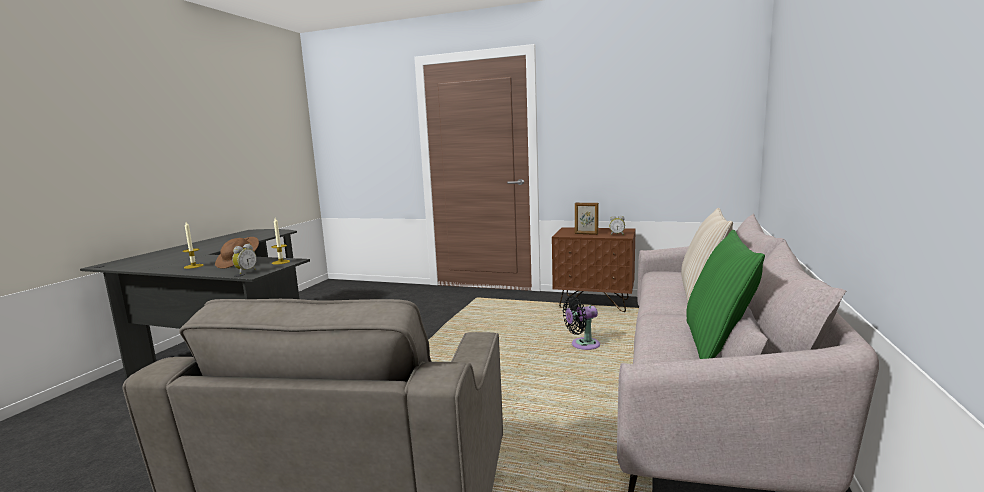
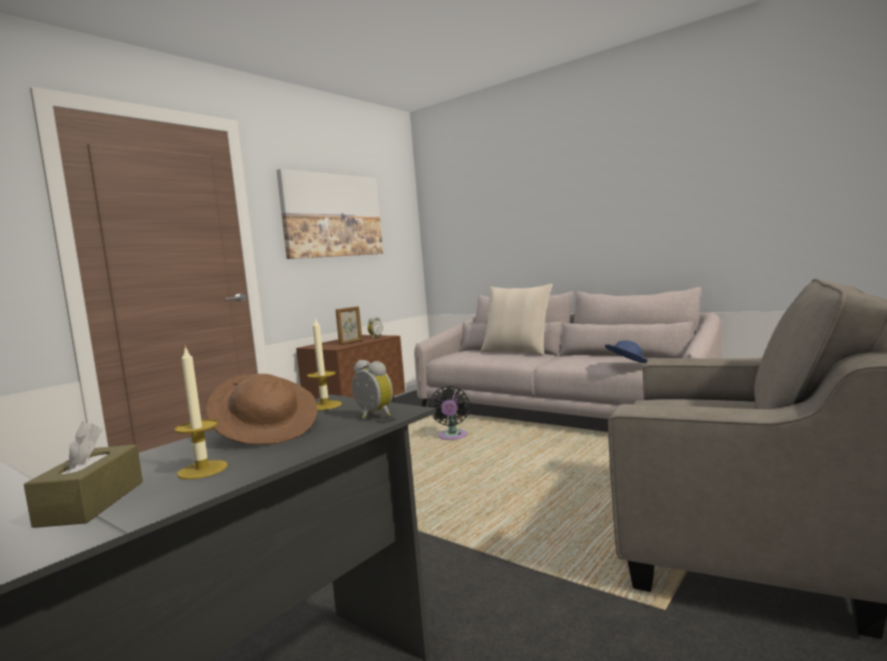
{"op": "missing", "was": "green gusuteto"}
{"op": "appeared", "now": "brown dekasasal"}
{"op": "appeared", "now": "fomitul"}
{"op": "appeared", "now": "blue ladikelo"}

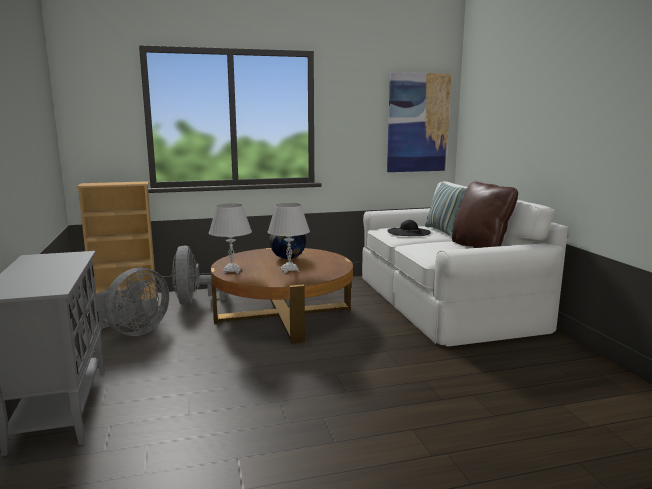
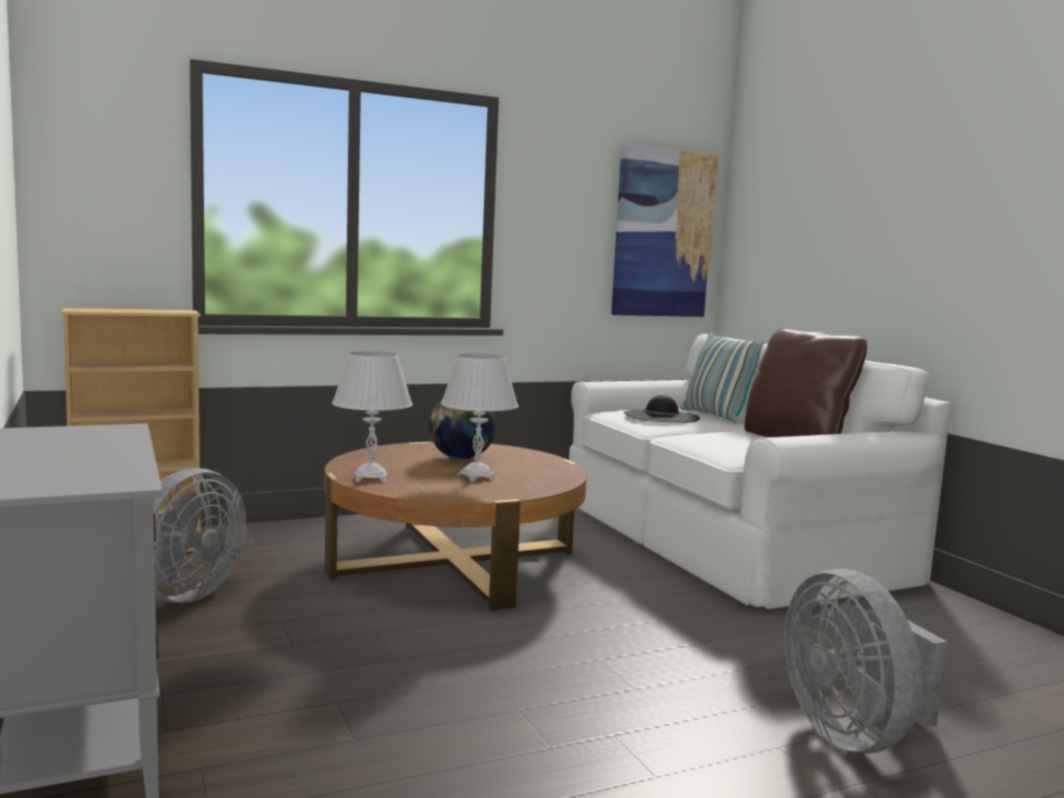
{"op": "relocated", "was": "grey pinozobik (no. 2 from left)"}

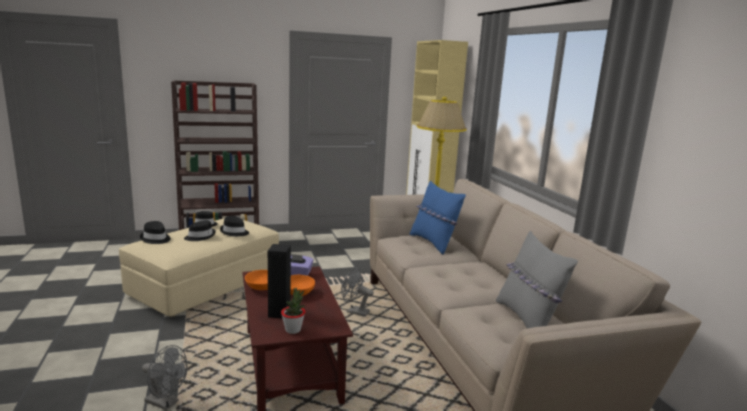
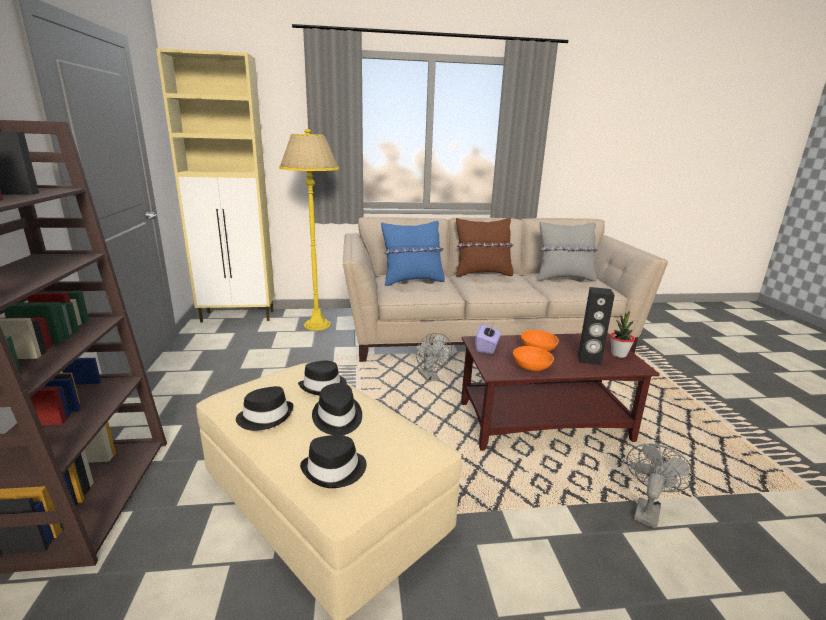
{"op": "spun", "was": "grey pinozobik (no. 2 from left in the first image)", "clockwise": -60}
{"op": "appeared", "now": "brown gusuteto"}

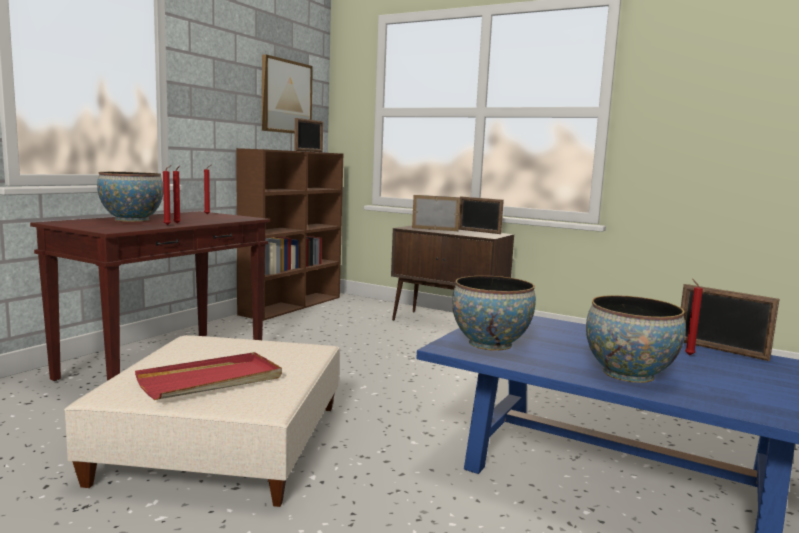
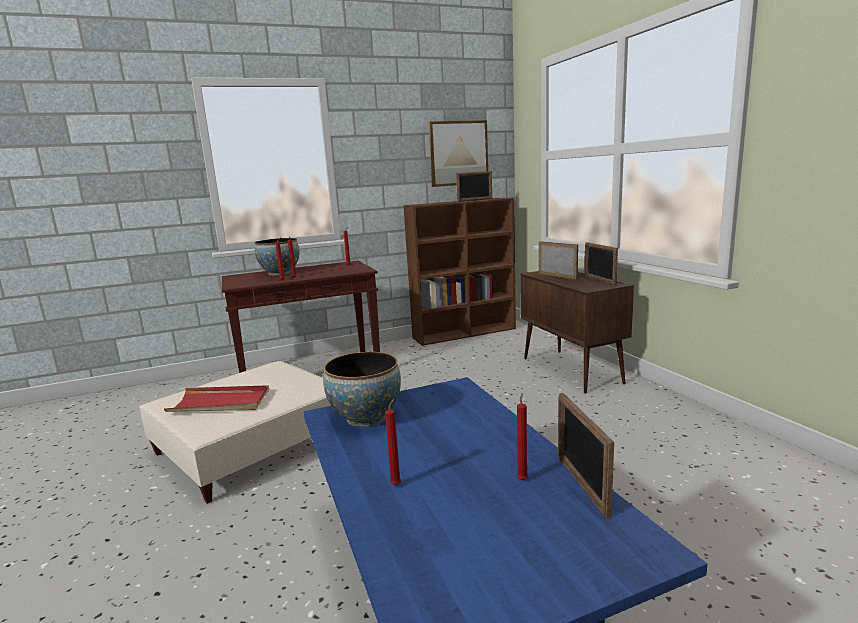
{"op": "exchanged", "was": "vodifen (no. 3 from left)", "now": "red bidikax (no. 4 from left)"}

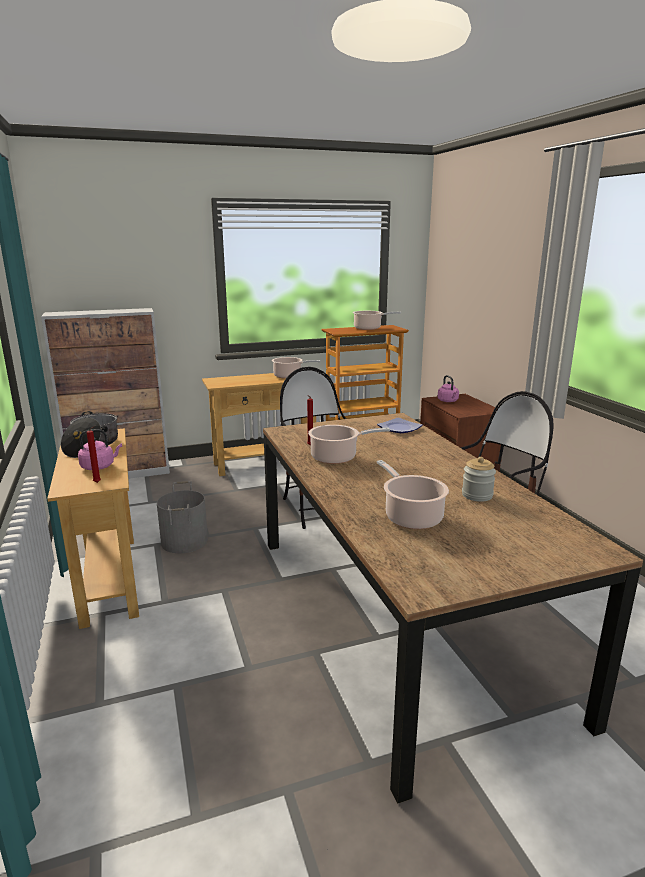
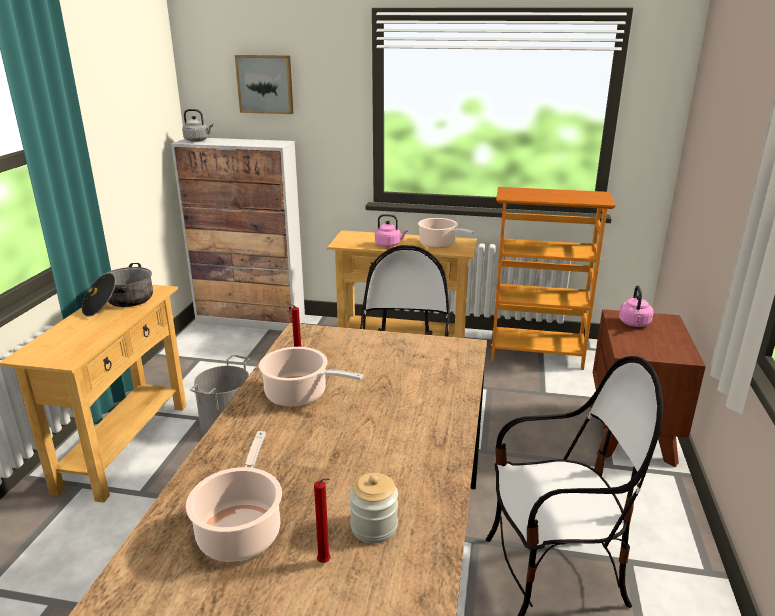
{"op": "relocated", "was": "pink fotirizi (no. 1 from left)"}
{"op": "relocated", "was": "red bidikax (no. 1 from left in the first image)", "now": "red bidikax (no. 2 from left)"}
{"op": "missing", "was": "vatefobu (no. 4 from left)"}
{"op": "missing", "was": "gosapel"}
{"op": "appeared", "now": "grey fotirizi"}
{"op": "appeared", "now": "fomitul"}

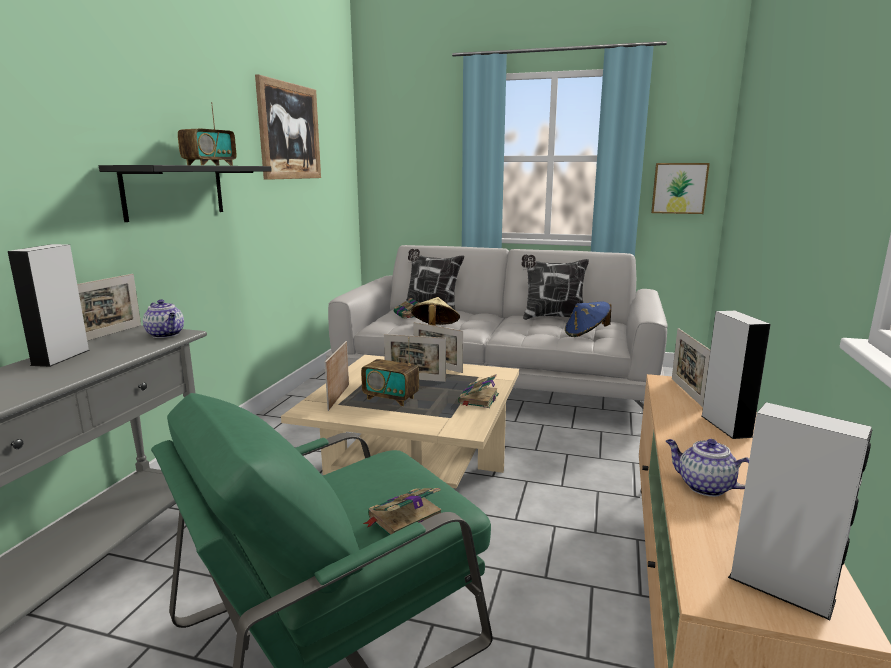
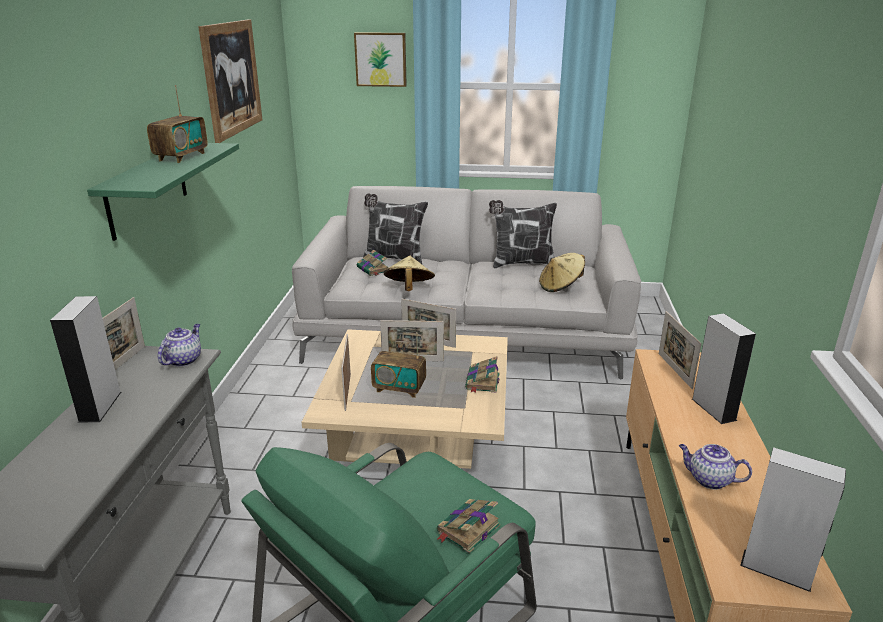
{"op": "colour", "was": "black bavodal", "now": "green bavodal"}
{"op": "spun", "was": "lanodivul (no. 1 from left)", "clockwise": -105}
{"op": "colour", "was": "blue ladikelo", "now": "beige ladikelo (no. 2 from left)"}
{"op": "relocated", "was": "fomitul (no. 2 from left)"}

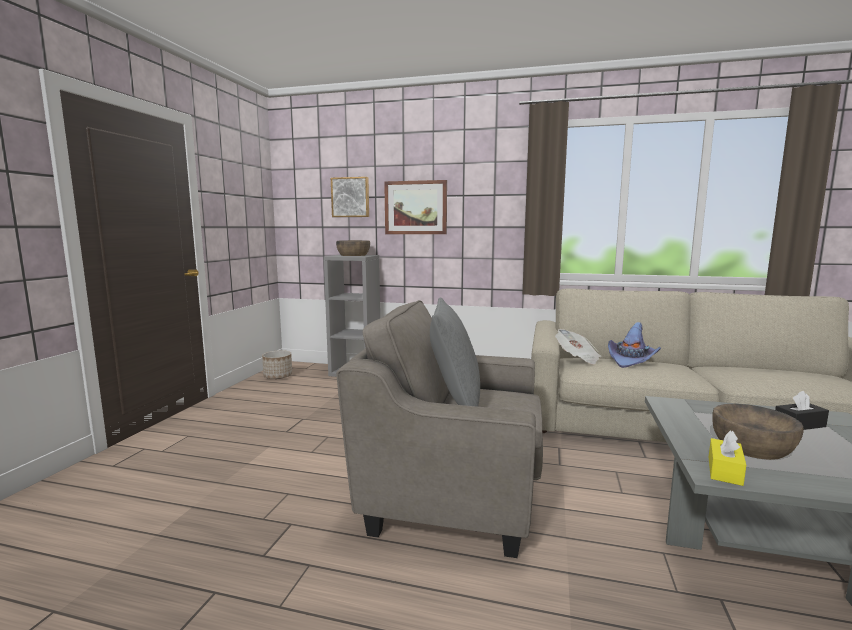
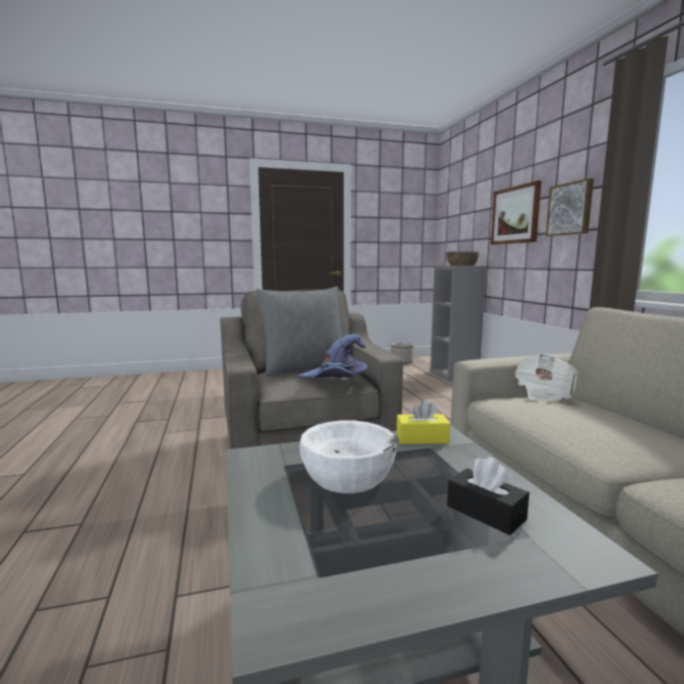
{"op": "relocated", "was": "fomitul (no. 1 from left in the first image)", "now": "fomitul (no. 2 from left)"}
{"op": "relocated", "was": "purple ladikelo"}
{"op": "relocated", "was": "yellow dekasasal"}
{"op": "colour", "was": "brown vodifen (no. 2 from left)", "now": "white vodifen"}

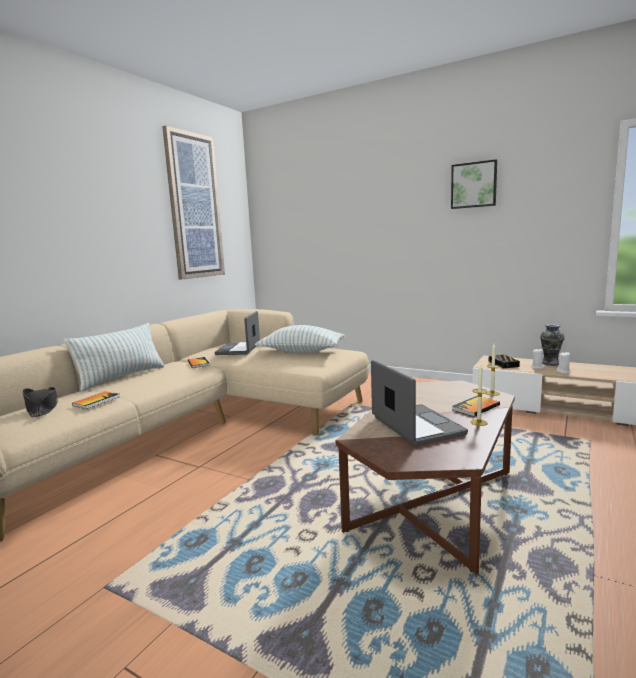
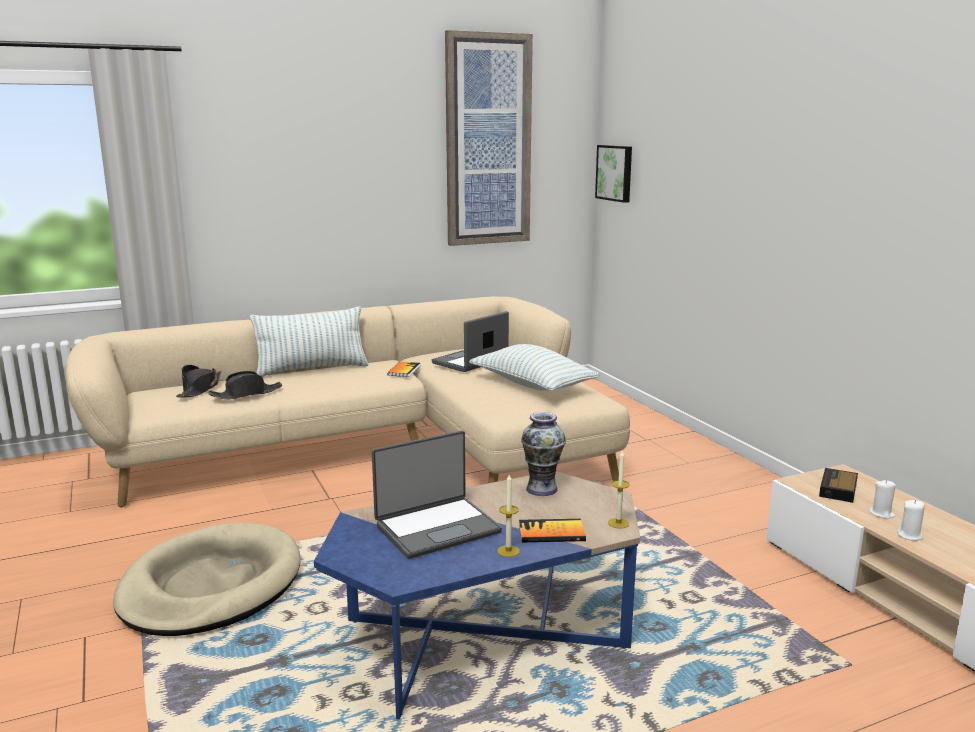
{"op": "exchanged", "was": "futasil (no. 1 from left)", "now": "black ladikelo (no. 2 from left)"}
{"op": "colour", "was": "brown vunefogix", "now": "blue vunefogix"}
{"op": "spun", "was": "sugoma (no. 2 from left in the first image)", "clockwise": 45}
{"op": "relocated", "was": "fomitul (no. 2 from left)"}
{"op": "relocated", "was": "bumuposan"}
{"op": "appeared", "now": "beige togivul"}

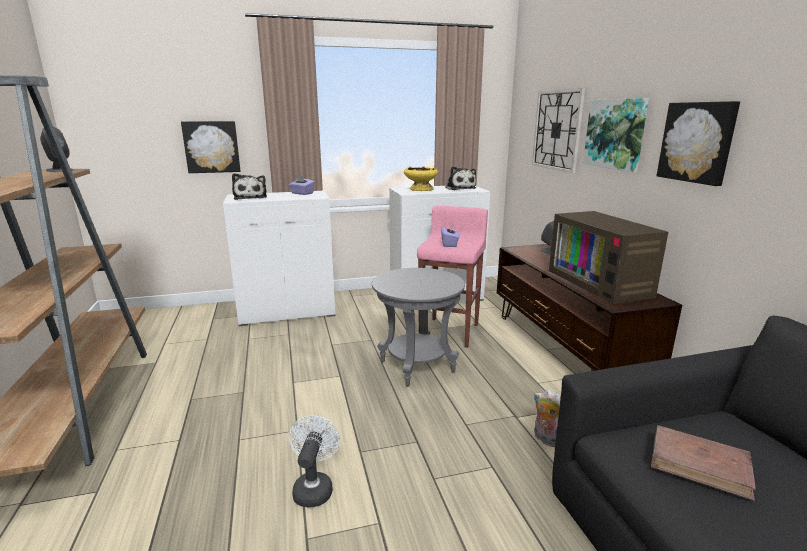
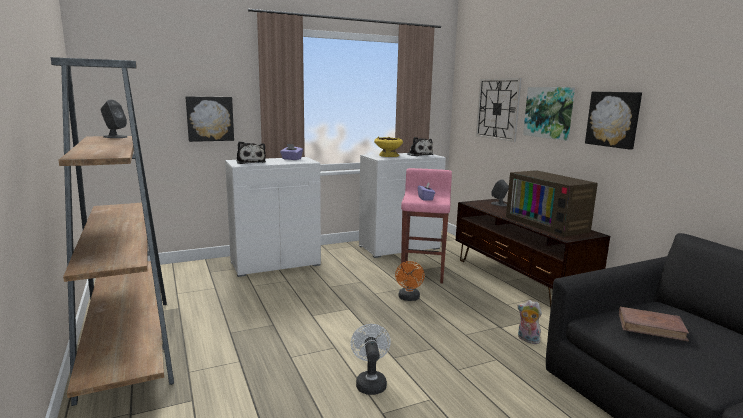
{"op": "exchanged", "was": "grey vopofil", "now": "orange pinozobik"}

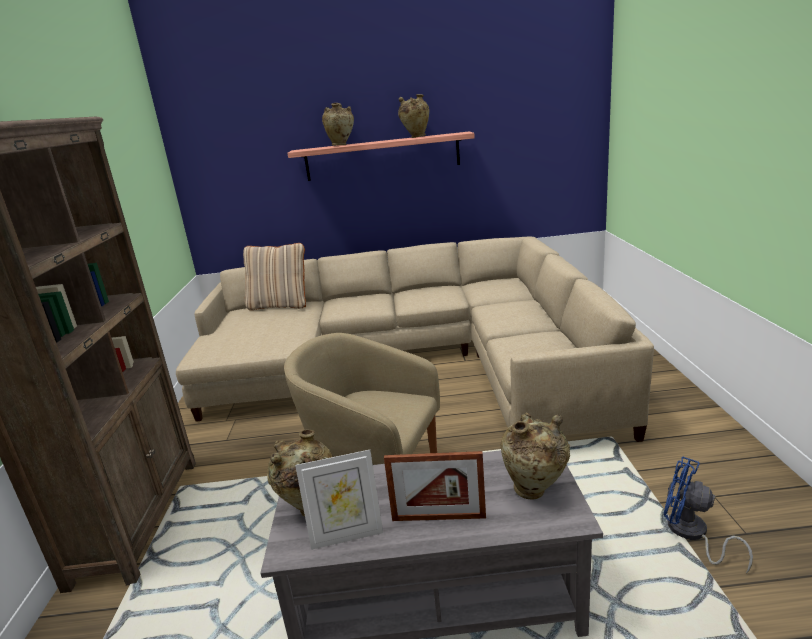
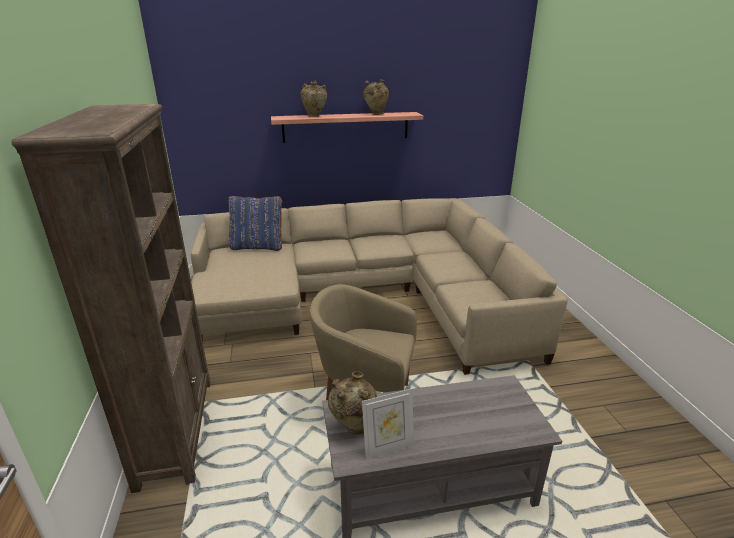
{"op": "colour", "was": "beige gusuteto", "now": "blue gusuteto"}
{"op": "missing", "was": "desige (no. 2 from left)"}
{"op": "missing", "was": "beige bumuposan (no. 4 from left)"}
{"op": "missing", "was": "blue pinozobik"}

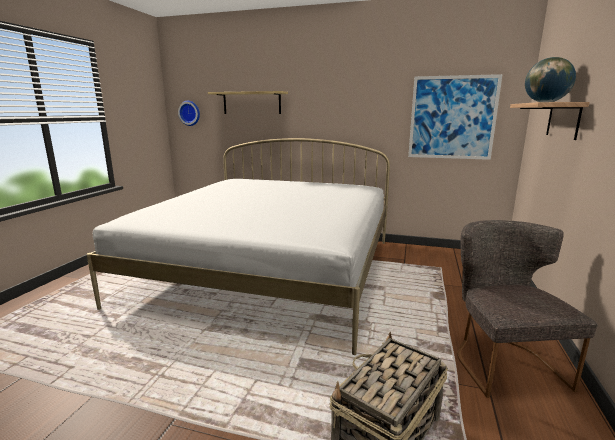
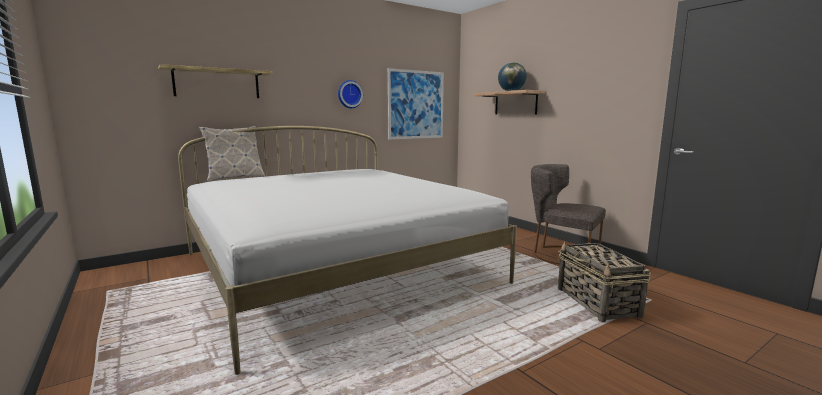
{"op": "relocated", "was": "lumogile"}
{"op": "appeared", "now": "gusuteto"}

